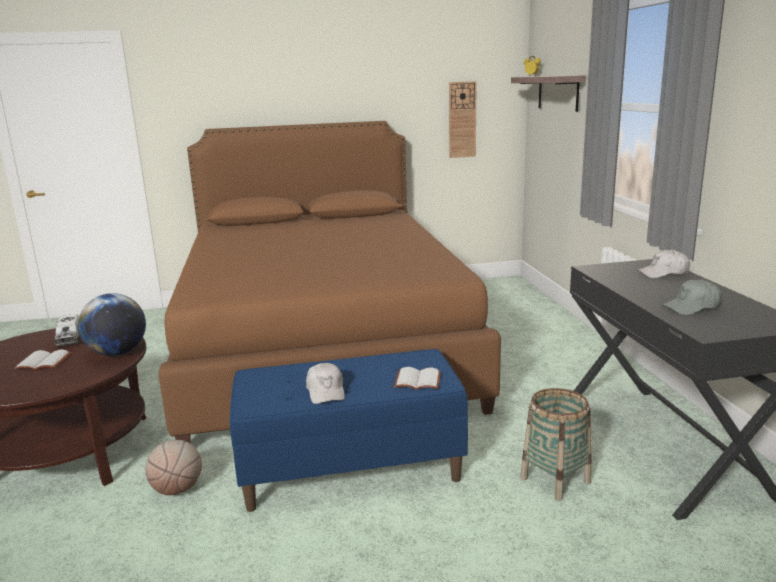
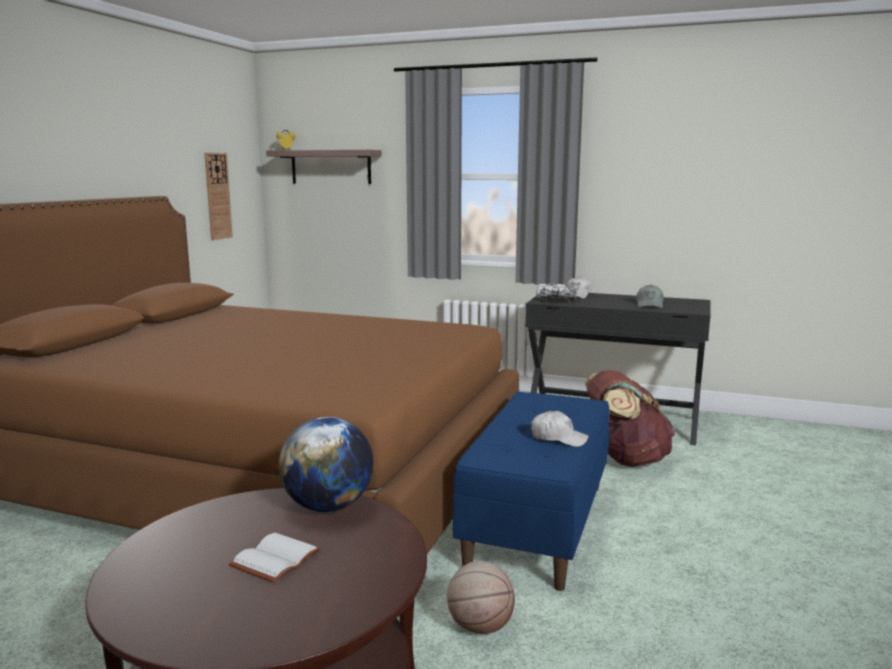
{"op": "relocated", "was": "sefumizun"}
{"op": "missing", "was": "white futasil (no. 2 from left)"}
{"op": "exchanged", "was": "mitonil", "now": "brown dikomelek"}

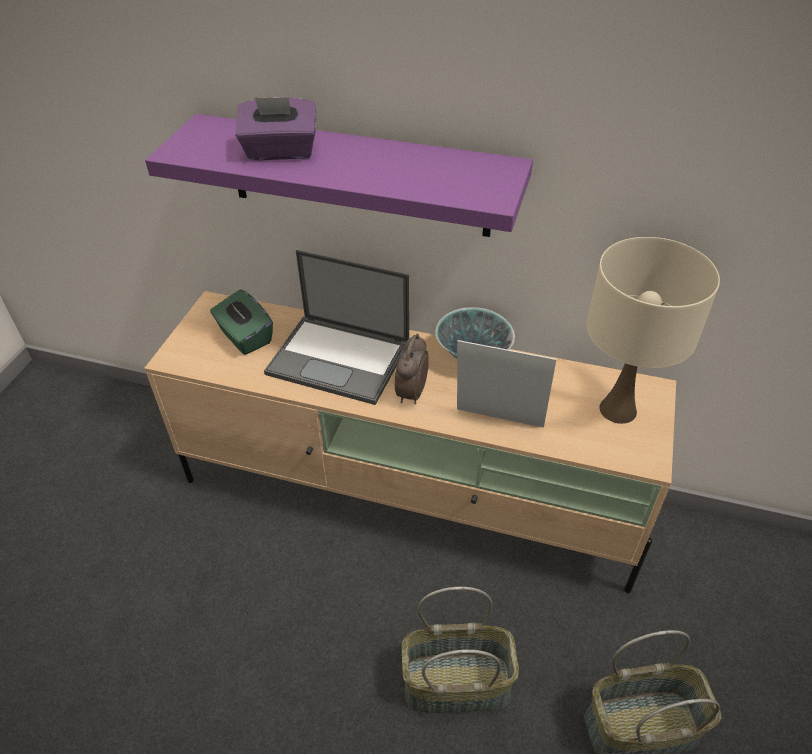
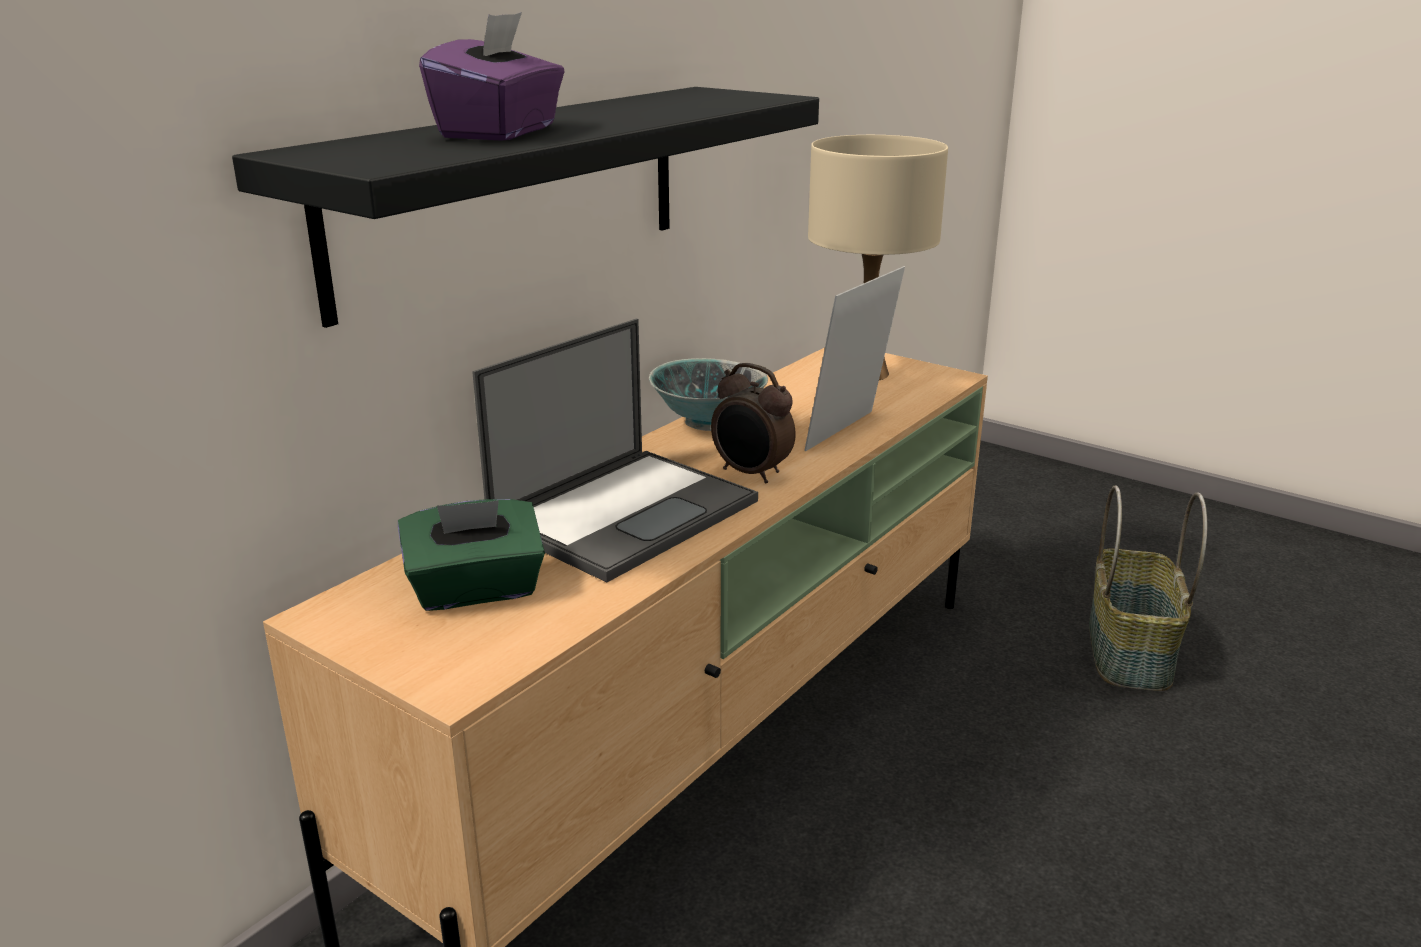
{"op": "colour", "was": "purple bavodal", "now": "black bavodal"}
{"op": "missing", "was": "mitonil (no. 1 from left)"}

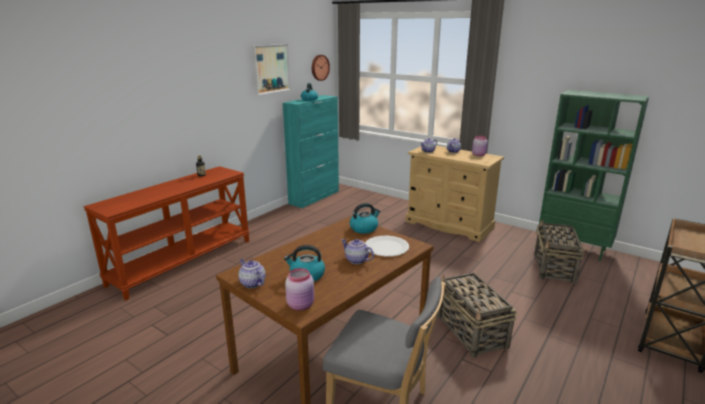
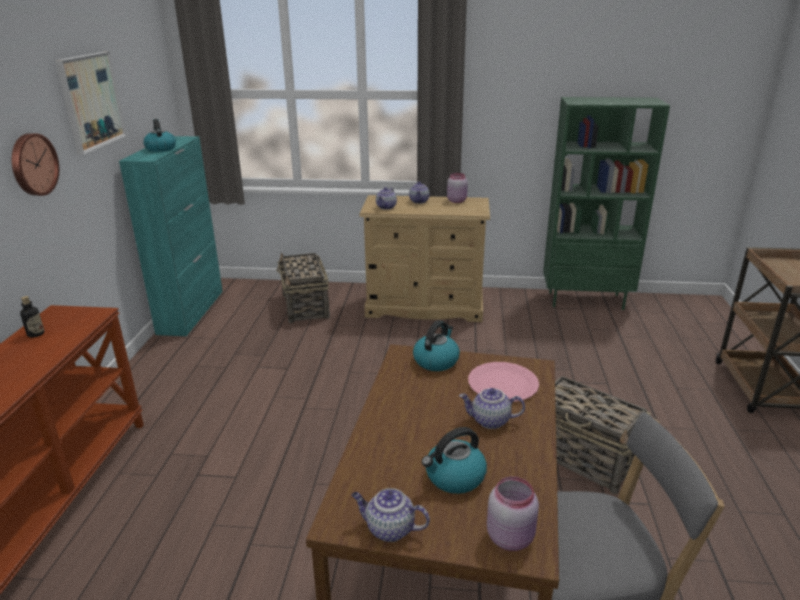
{"op": "relocated", "was": "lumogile"}
{"op": "colour", "was": "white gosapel", "now": "pink gosapel"}
{"op": "relocated", "was": "mitonil (no. 2 from left in the first image)", "now": "mitonil (no. 1 from left)"}

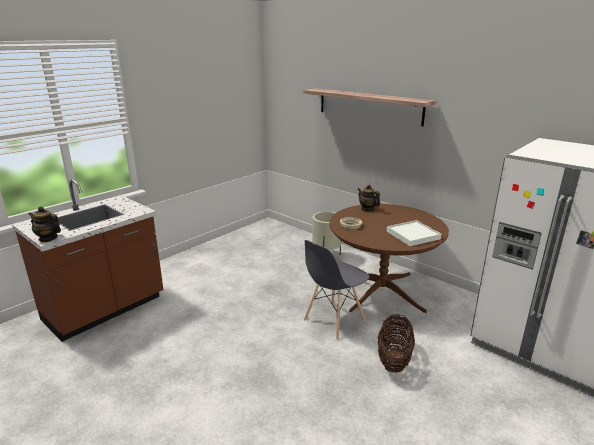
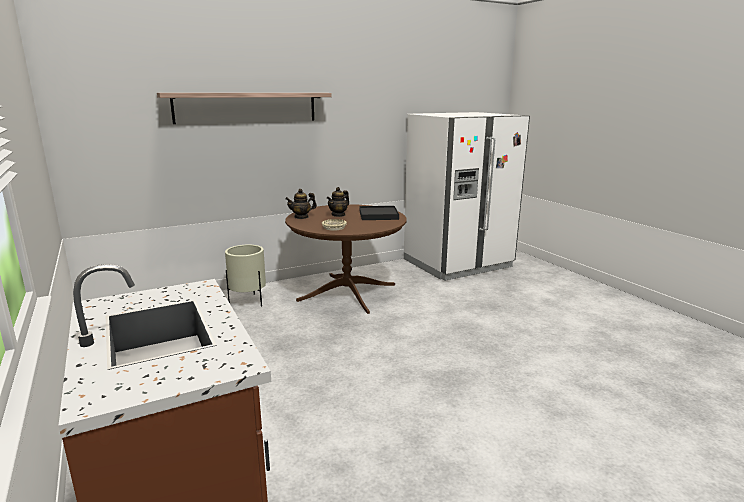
{"op": "relocated", "was": "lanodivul (no. 1 from left in the first image)", "now": "lanodivul (no. 2 from left)"}
{"op": "missing", "was": "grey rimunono"}
{"op": "missing", "was": "mitonil"}
{"op": "colour", "was": "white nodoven", "now": "black nodoven"}

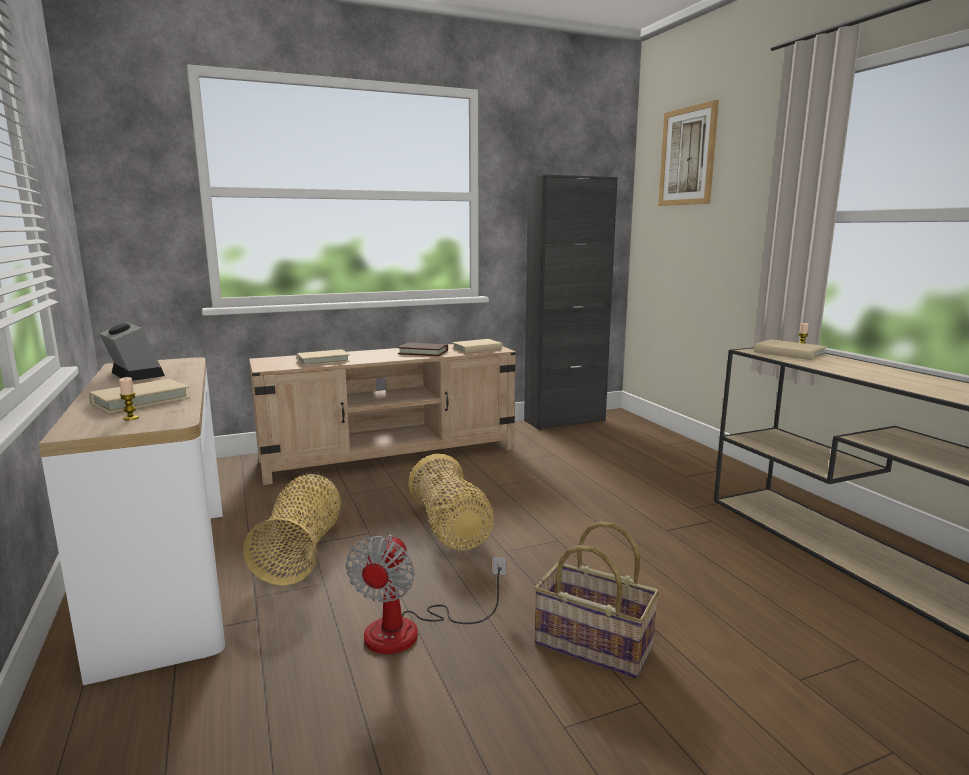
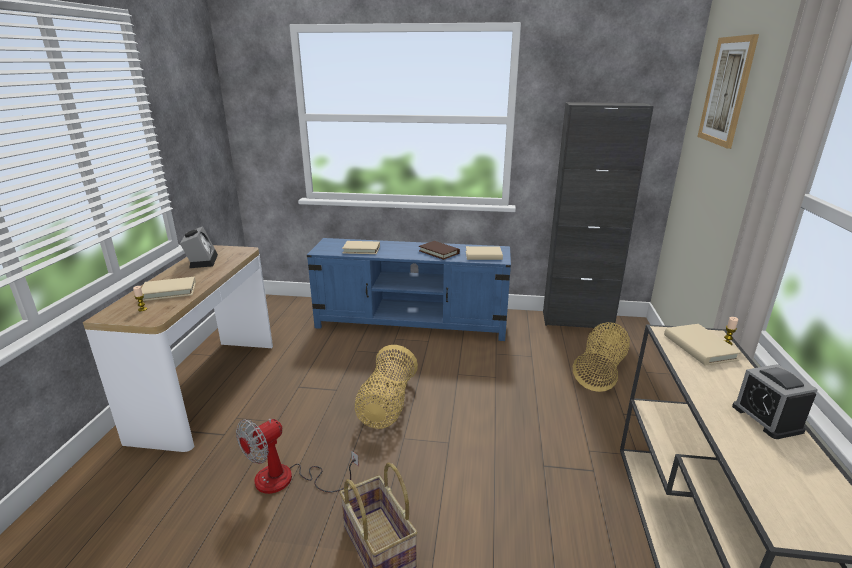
{"op": "relocated", "was": "mitonil (no. 1 from left in the first image)", "now": "mitonil (no. 3 from left)"}
{"op": "colour", "was": "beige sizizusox", "now": "blue sizizusox"}
{"op": "appeared", "now": "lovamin (no. 2 from left)"}

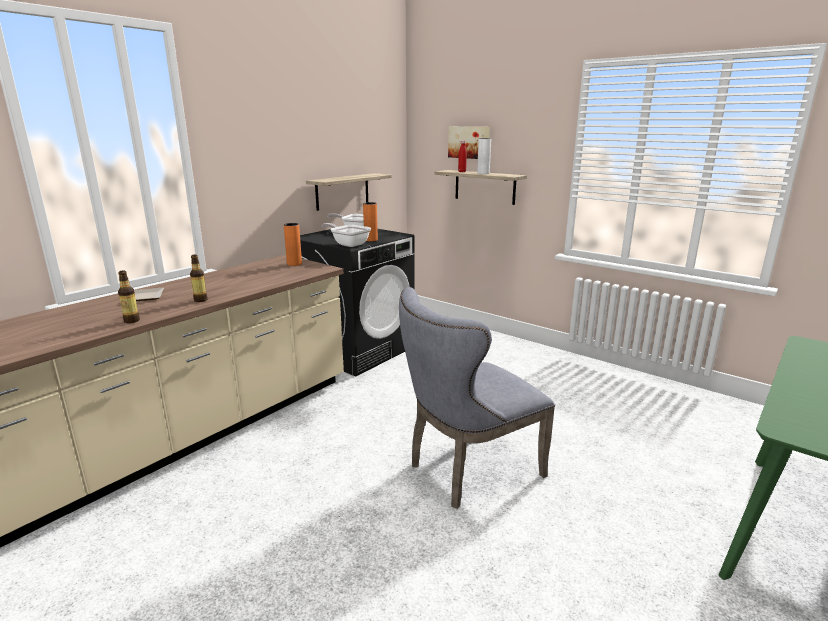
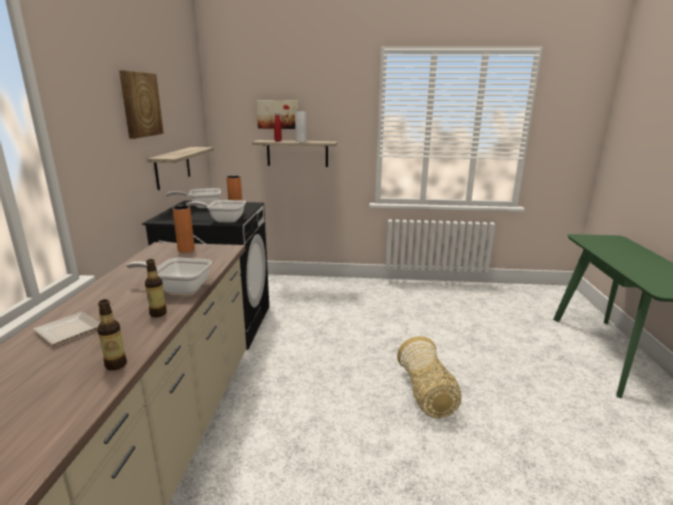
{"op": "exchanged", "was": "grey rimunono", "now": "mitonil"}
{"op": "appeared", "now": "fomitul (no. 1 from left)"}
{"op": "appeared", "now": "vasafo (no. 1 from left)"}

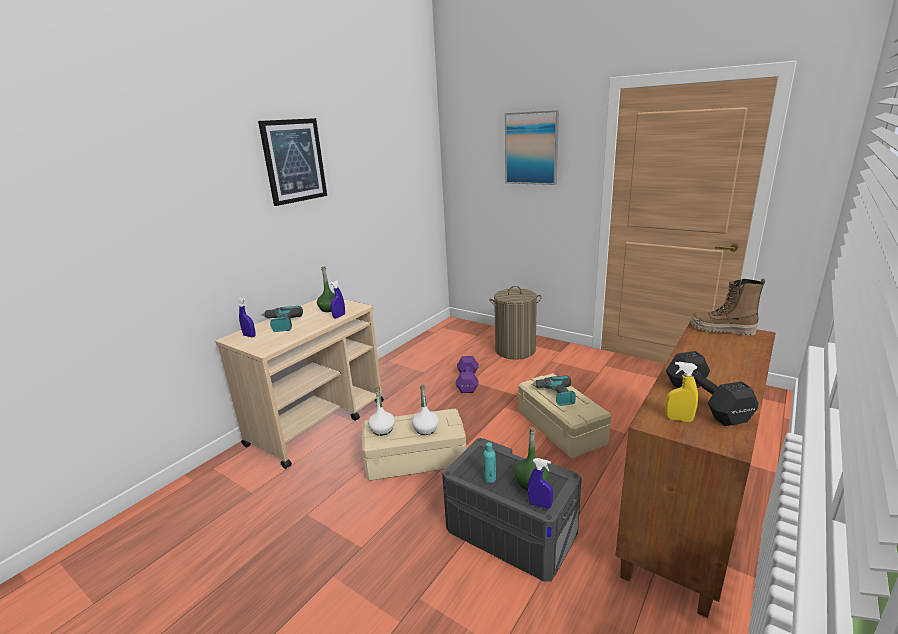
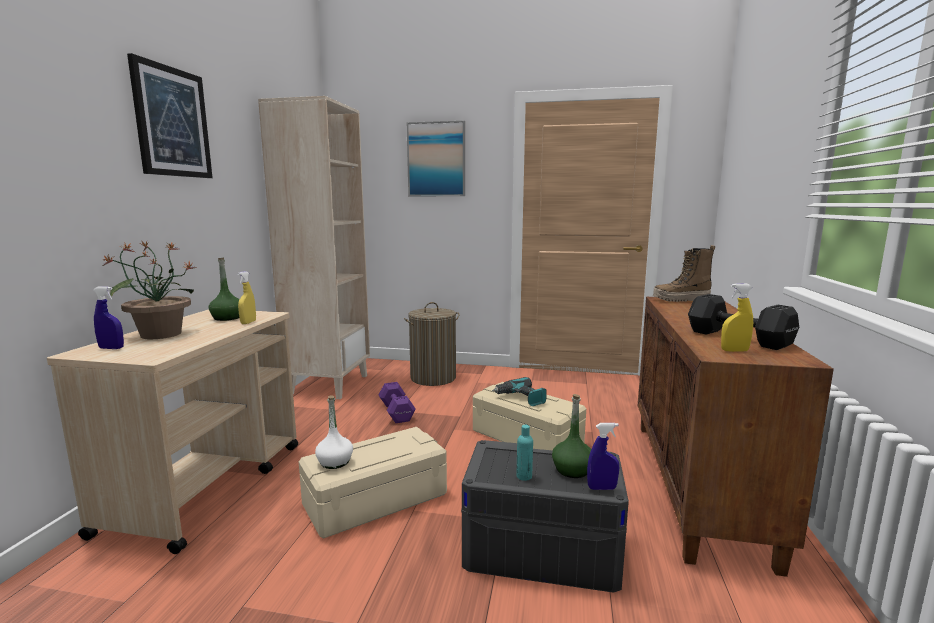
{"op": "exchanged", "was": "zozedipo (no. 1 from left)", "now": "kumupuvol"}
{"op": "colour", "was": "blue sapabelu (no. 2 from left)", "now": "yellow sapabelu (no. 1 from left)"}
{"op": "missing", "was": "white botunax (no. 2 from left)"}
{"op": "appeared", "now": "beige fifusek"}

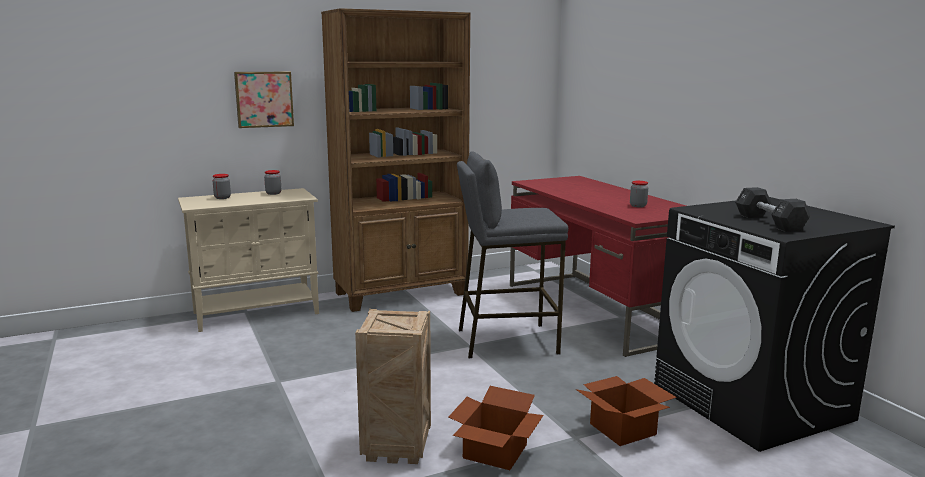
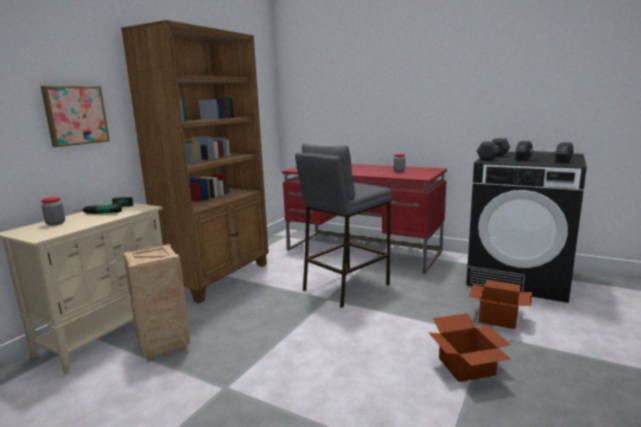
{"op": "exchanged", "was": "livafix (no. 2 from left)", "now": "zozedipo"}
{"op": "relocated", "was": "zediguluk"}
{"op": "appeared", "now": "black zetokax (no. 1 from left)"}

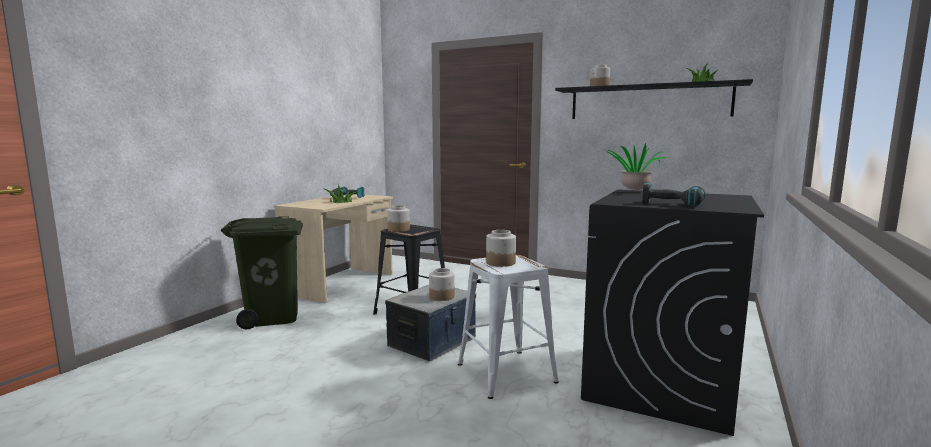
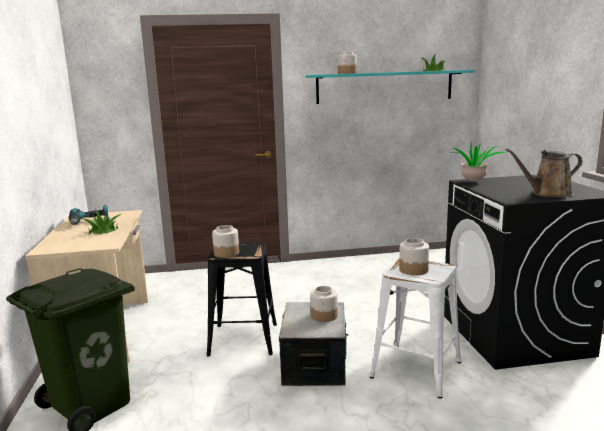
{"op": "colour", "was": "black bavodal", "now": "turquoise bavodal"}
{"op": "exchanged", "was": "zozedipo (no. 2 from left)", "now": "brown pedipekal"}

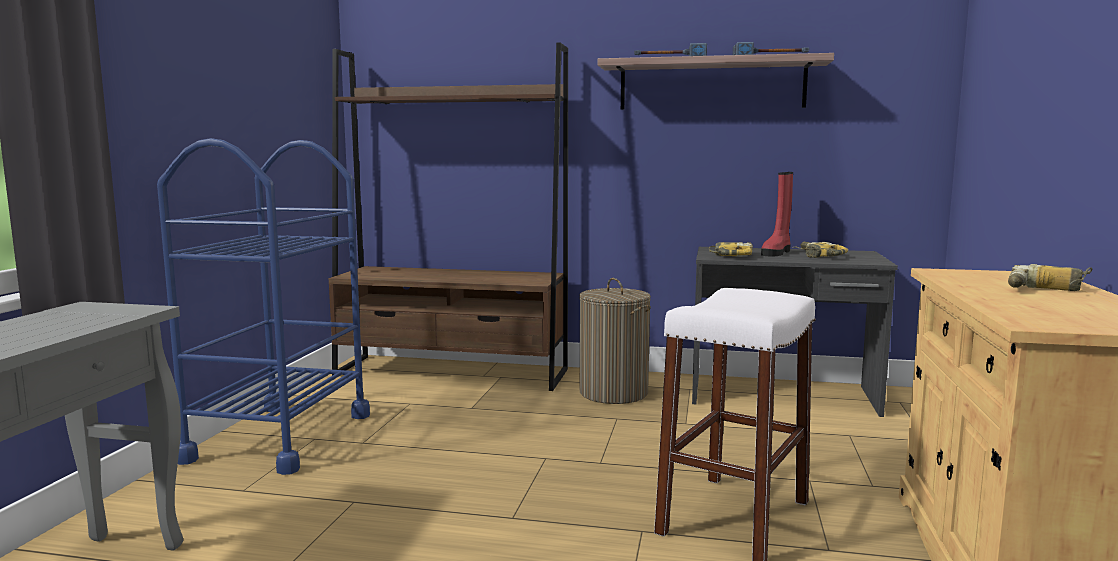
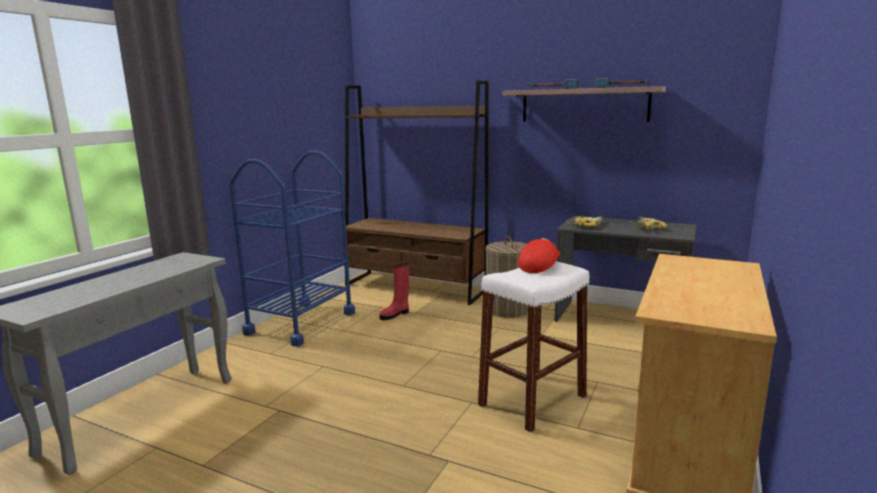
{"op": "relocated", "was": "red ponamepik"}
{"op": "missing", "was": "zozedipo (no. 3 from left)"}
{"op": "appeared", "now": "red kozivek"}

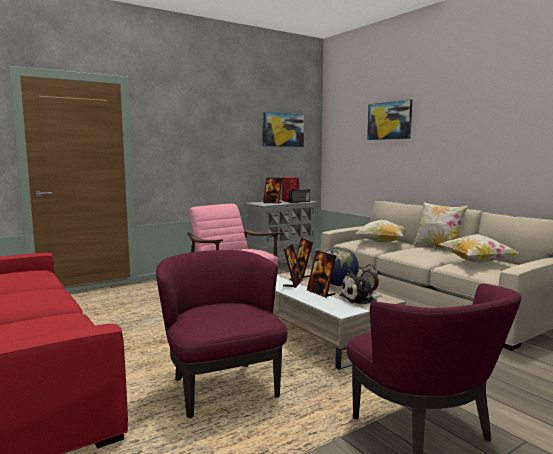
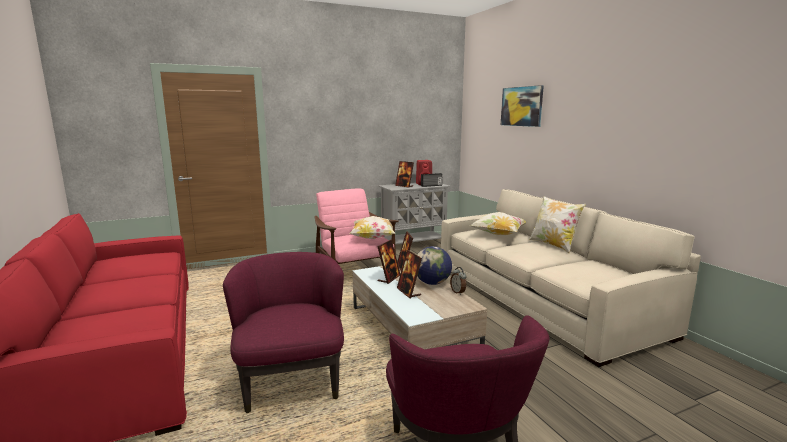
{"op": "missing", "was": "fomitul (no. 1 from left)"}
{"op": "missing", "was": "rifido"}
{"op": "relocated", "was": "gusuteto (no. 3 from left in the first image)", "now": "gusuteto (no. 1 from left)"}

